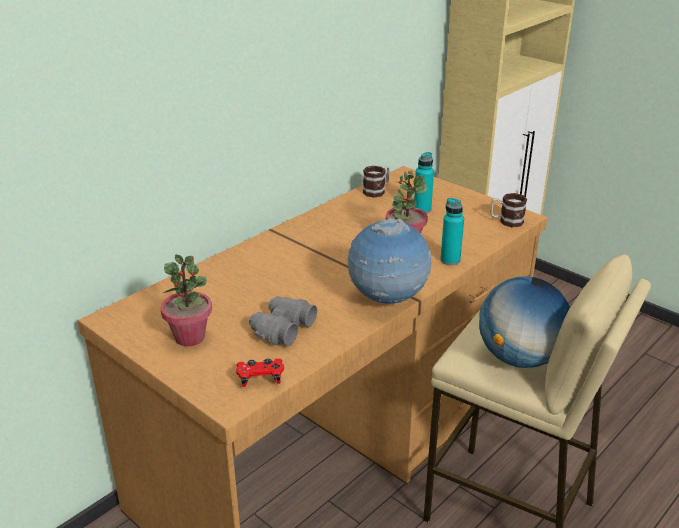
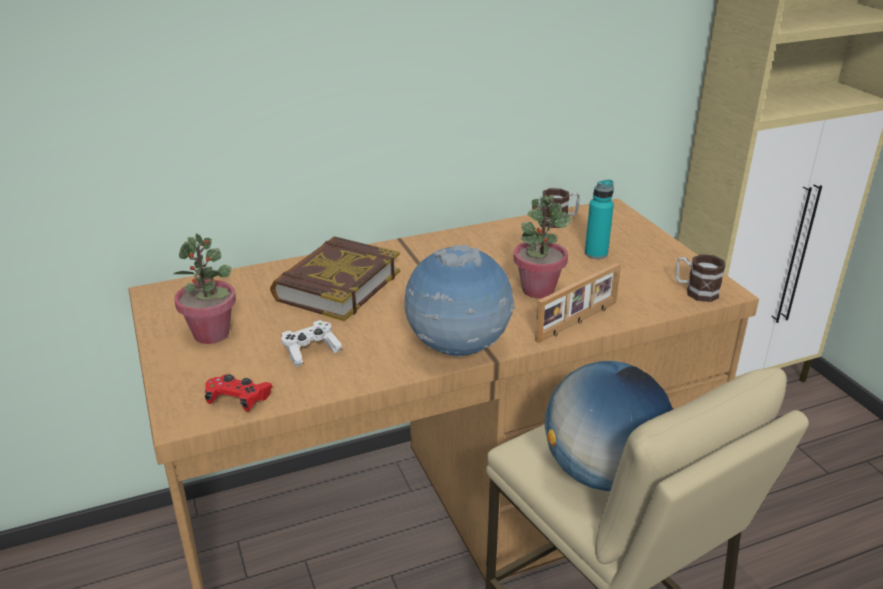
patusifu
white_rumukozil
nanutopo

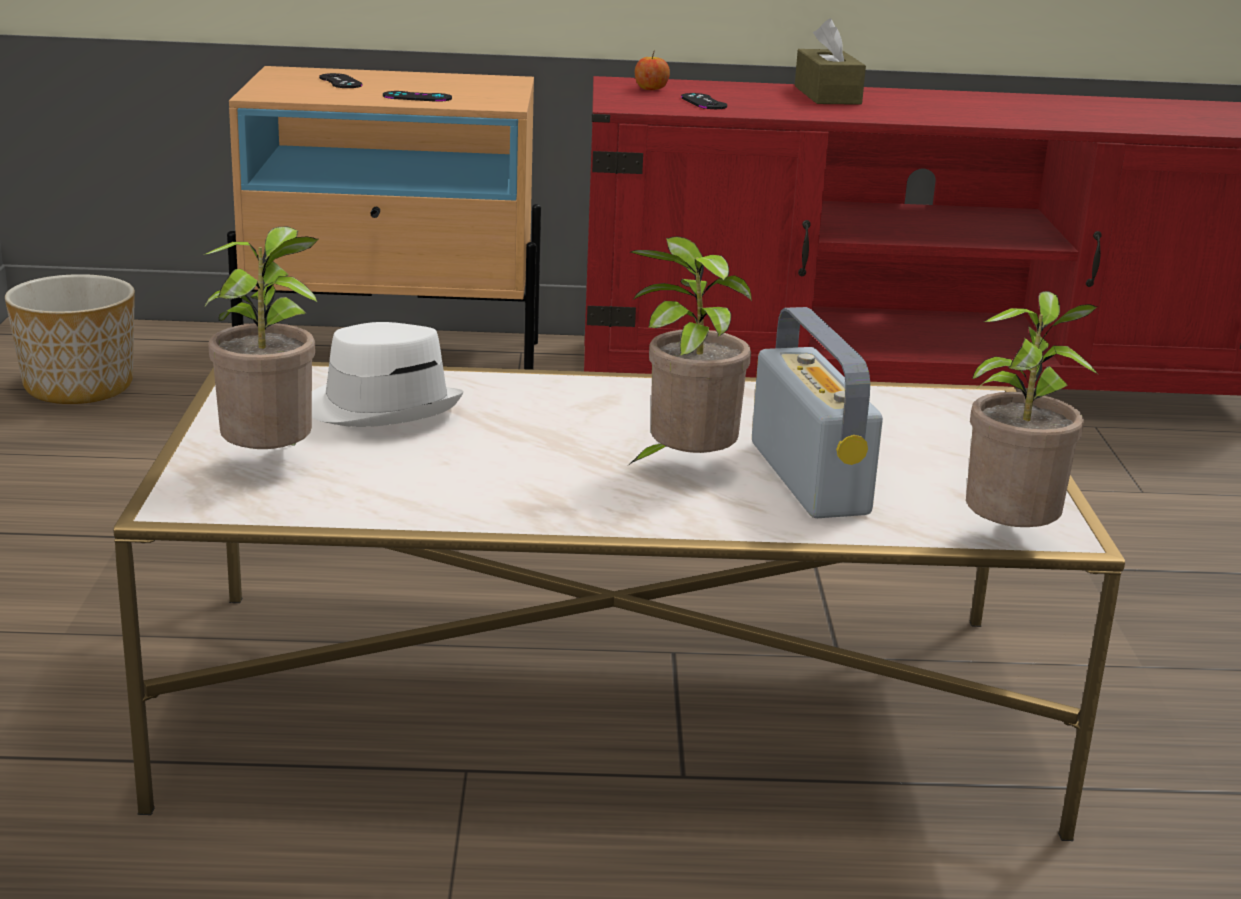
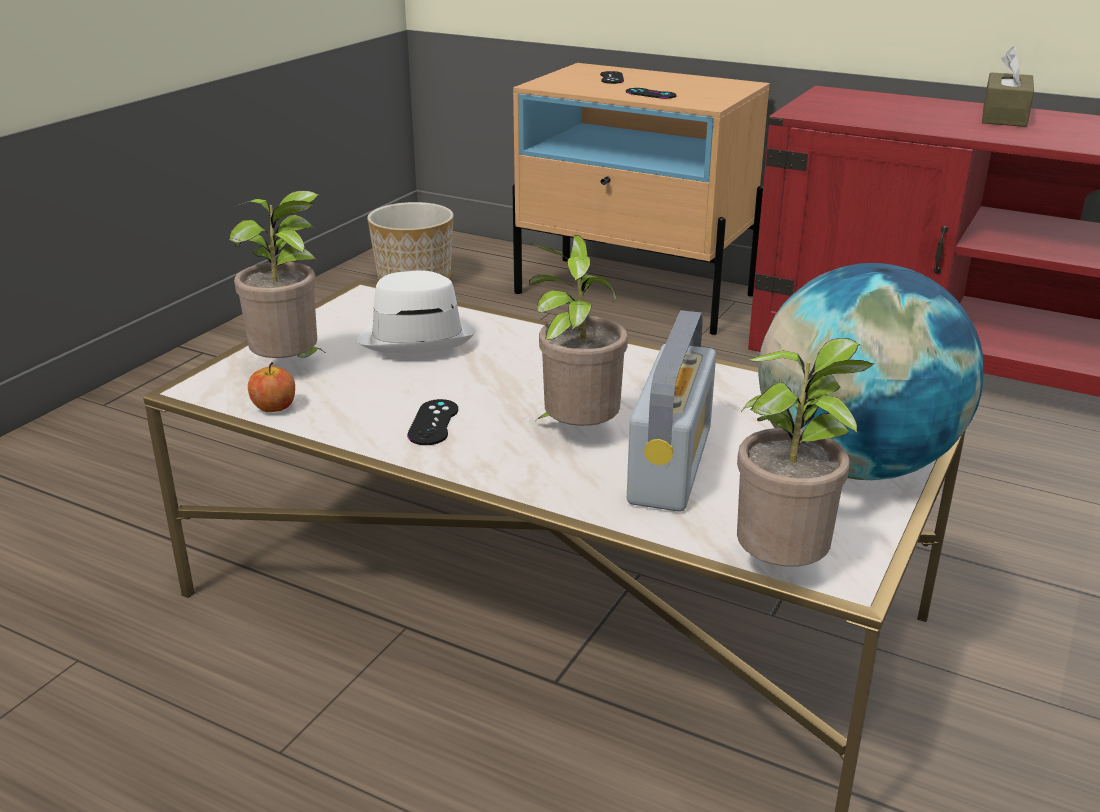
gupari
black_rumukozil (1st from left)
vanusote

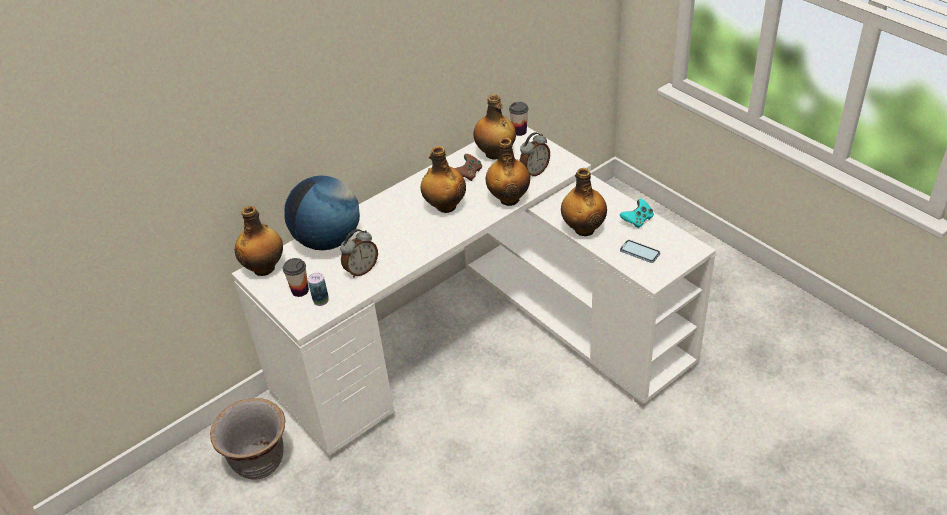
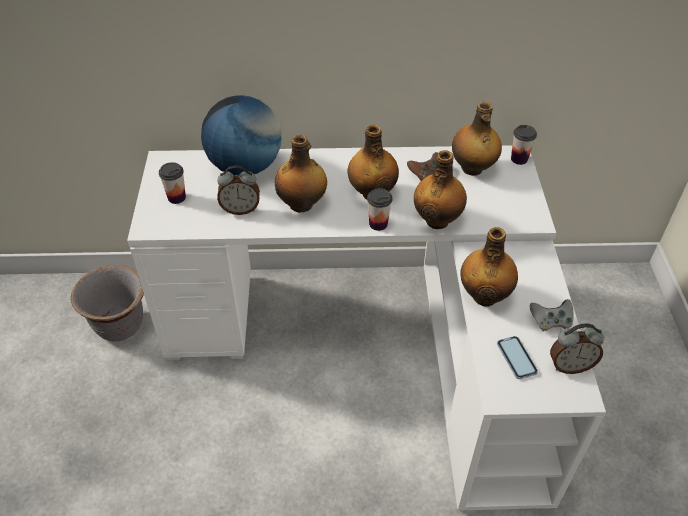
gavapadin (1st from left)
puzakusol (2nd from left)
grey_rumukozil
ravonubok (2nd from left)
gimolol

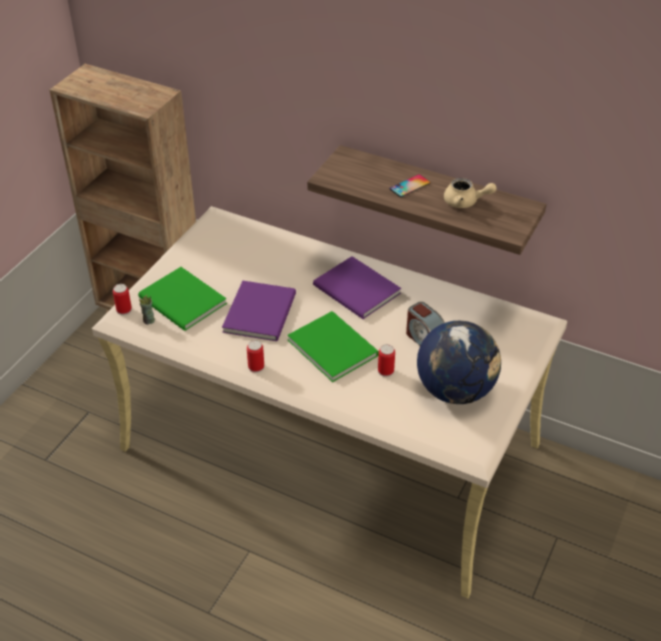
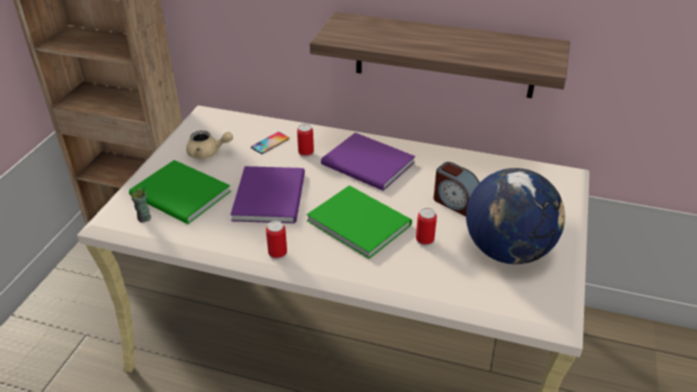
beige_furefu
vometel
gimolol (2nd from left)

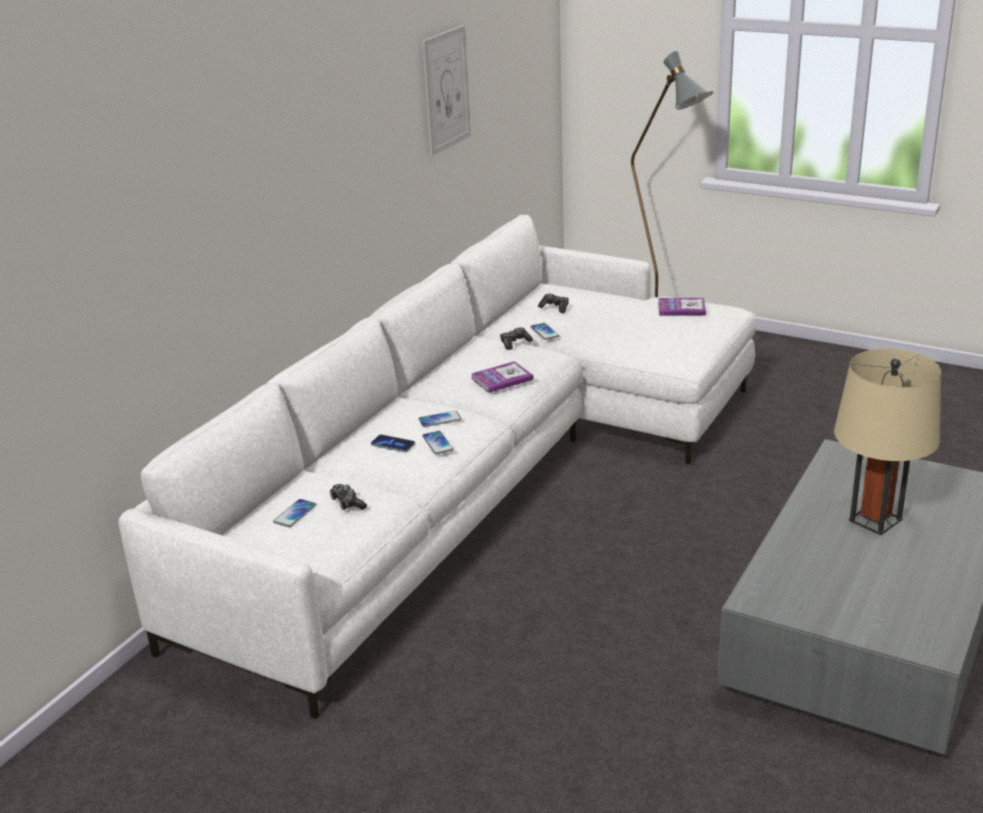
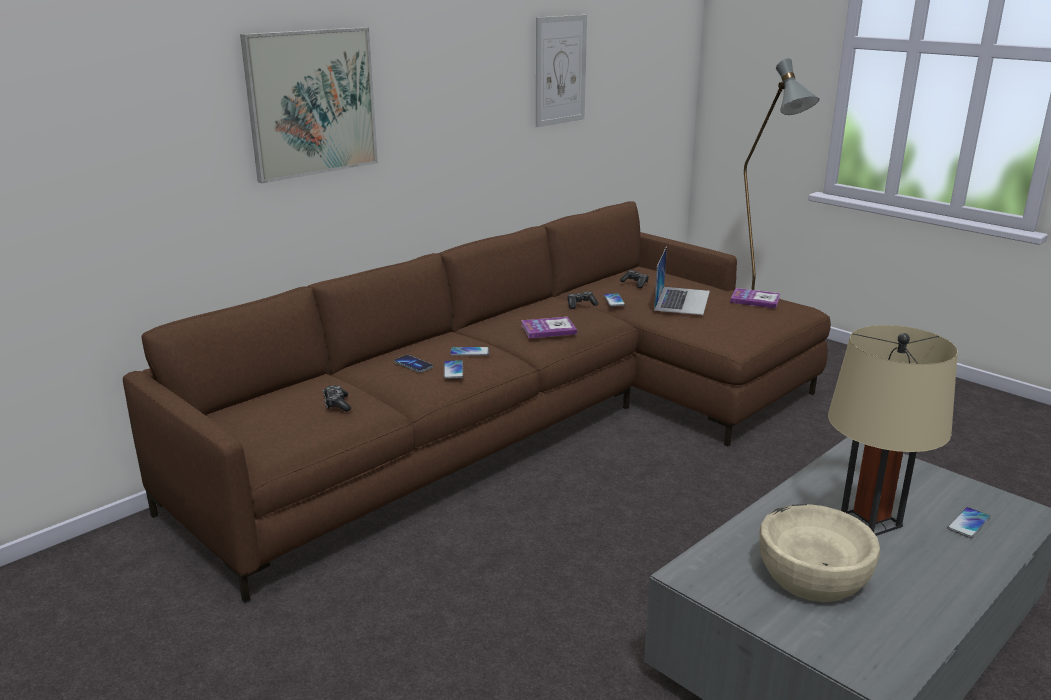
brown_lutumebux
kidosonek (1st from left)
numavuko
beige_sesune
vometel (5th from left)

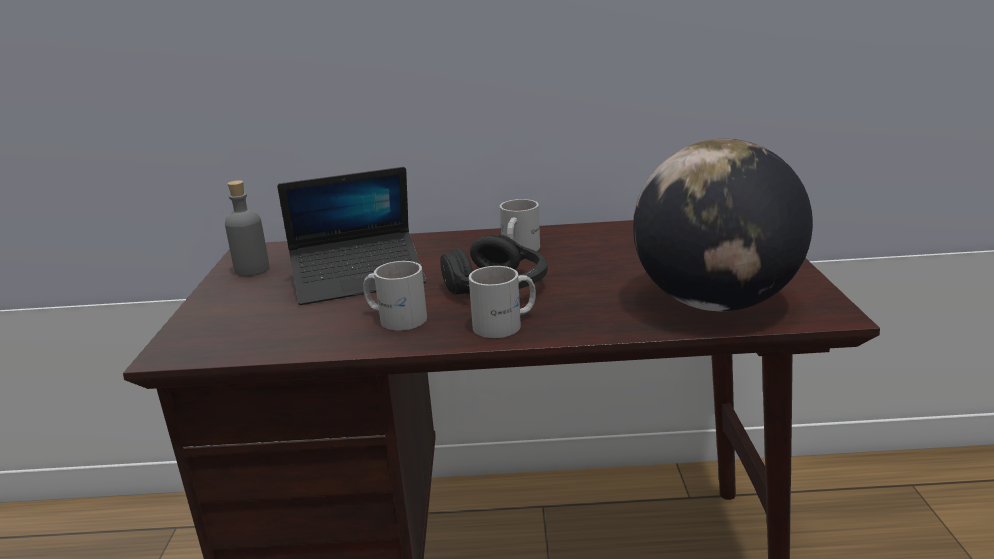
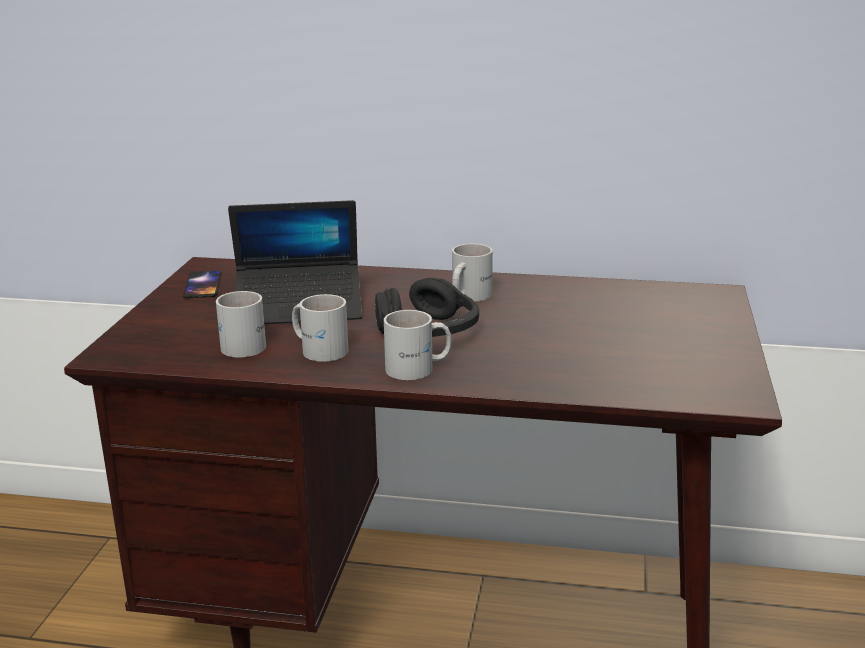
vometel
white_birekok (1st from left)
vanusote

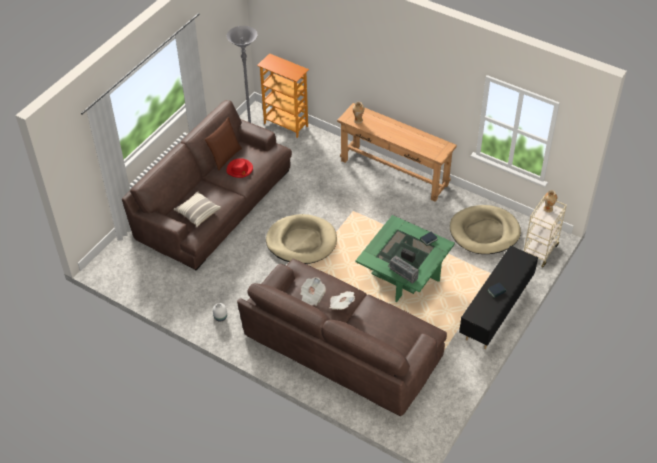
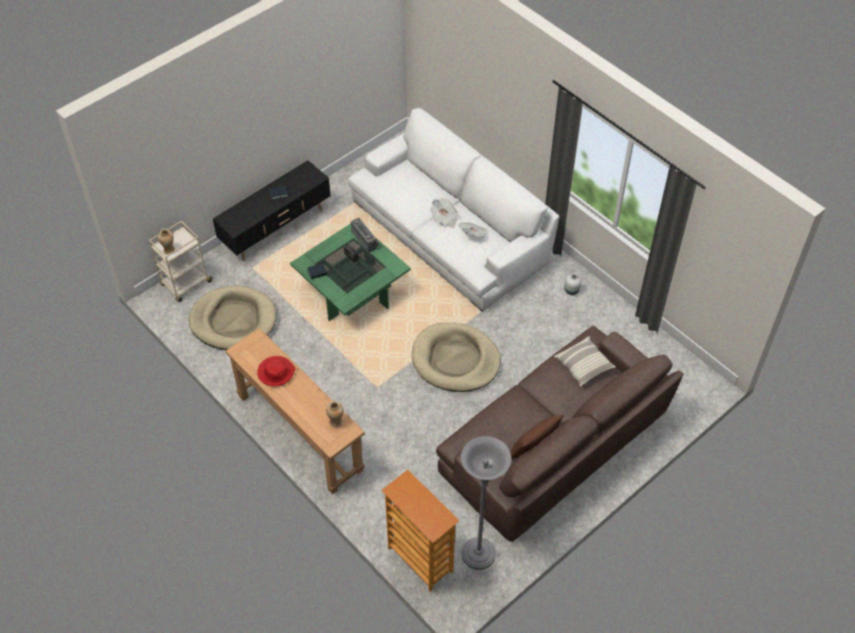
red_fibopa
white_lutumebux

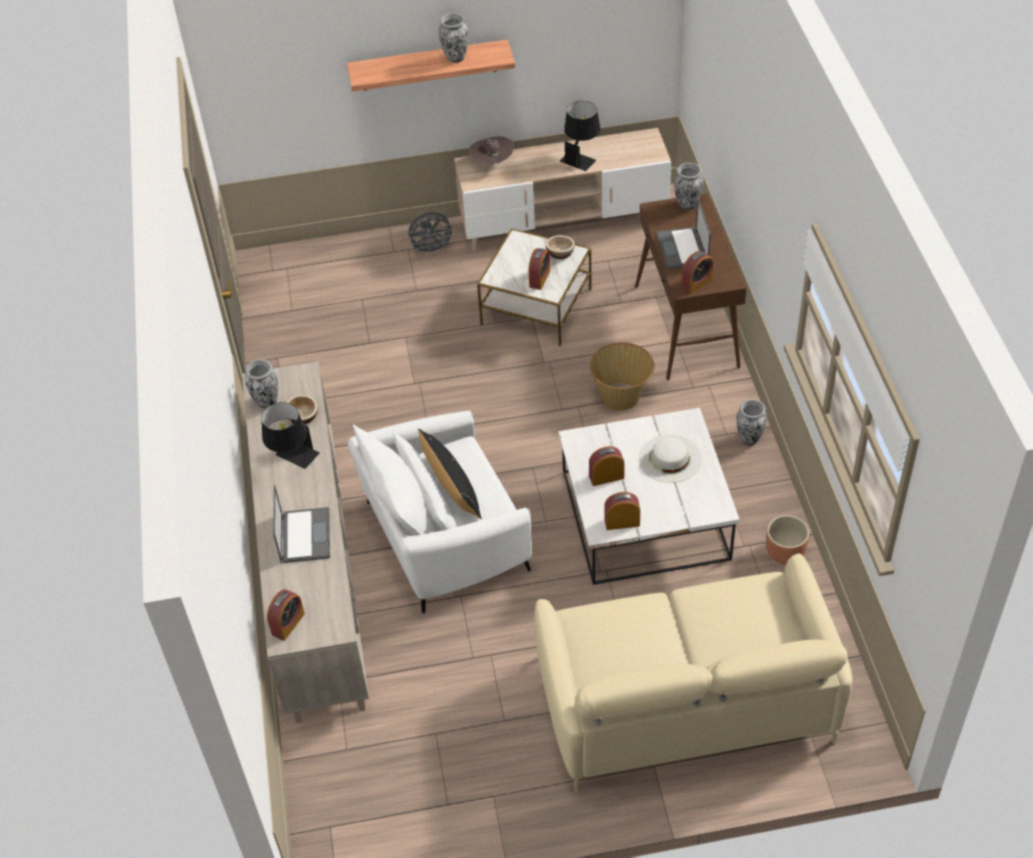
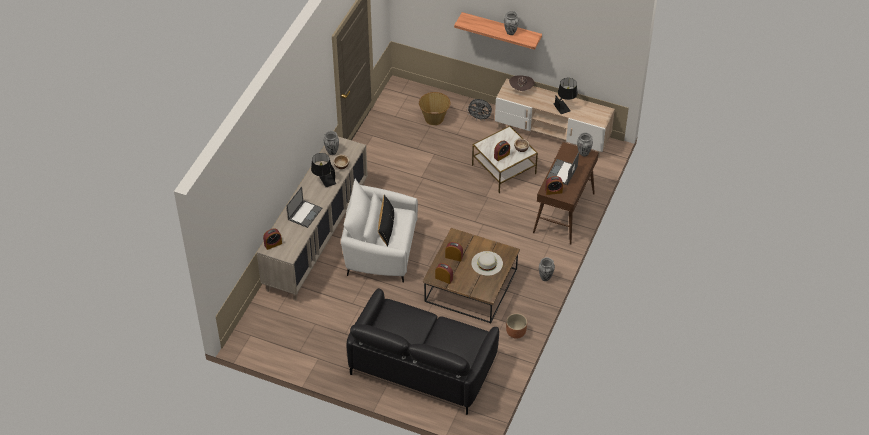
black_lutumebux
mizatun
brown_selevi

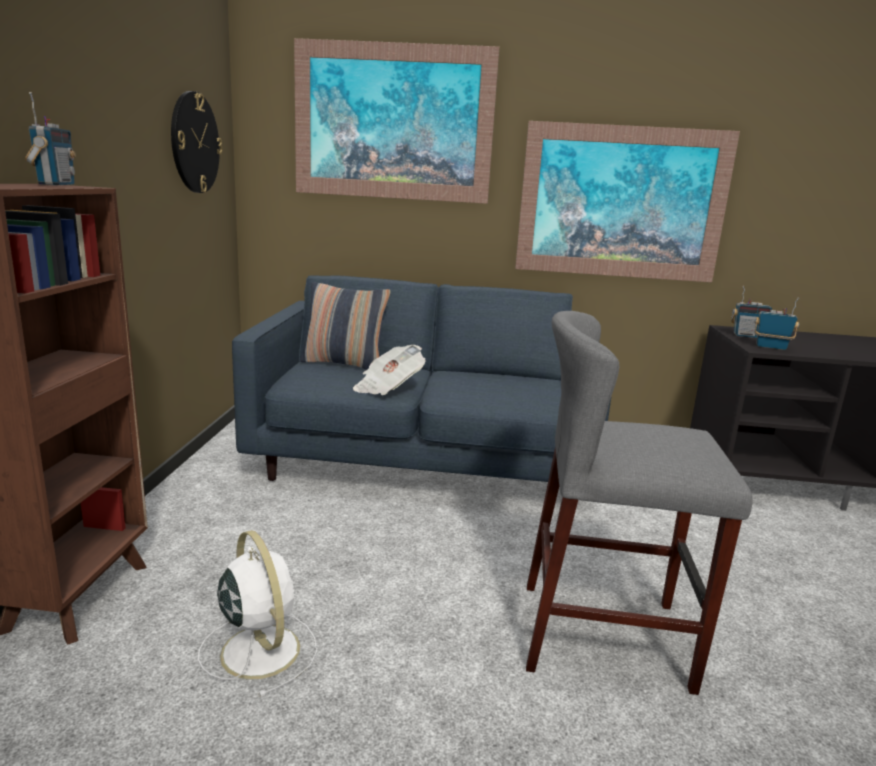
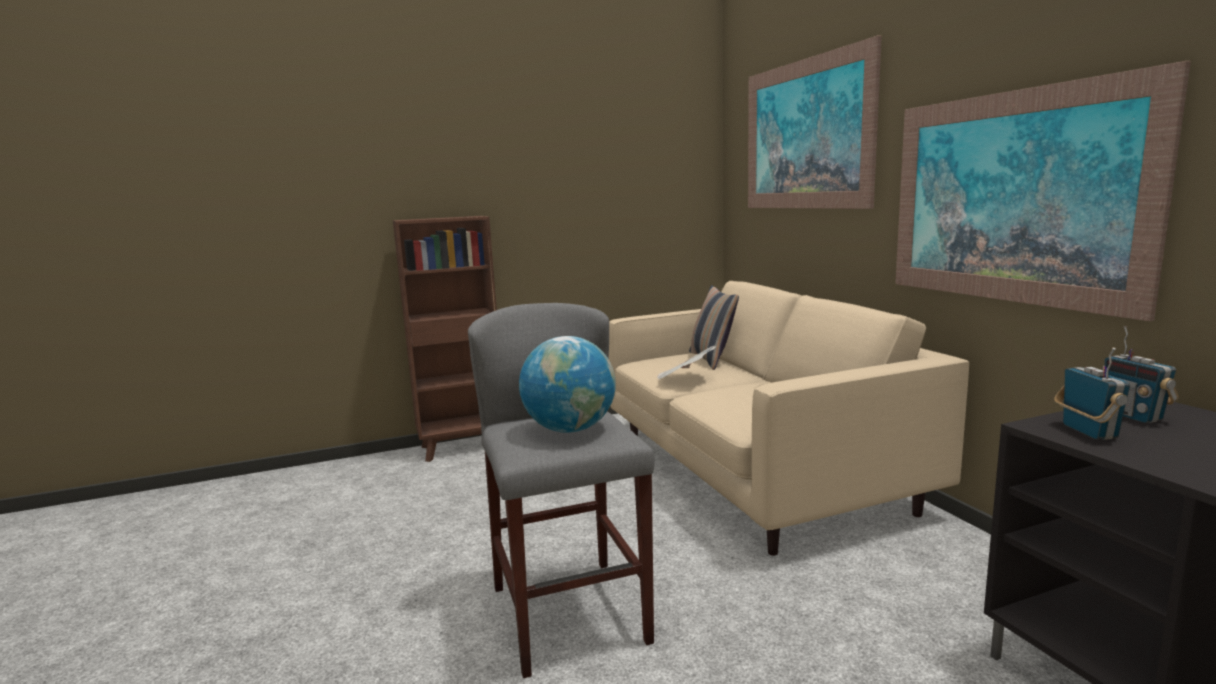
vanusote
beige_lutumebux
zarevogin (1st from left in the first image)
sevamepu
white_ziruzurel

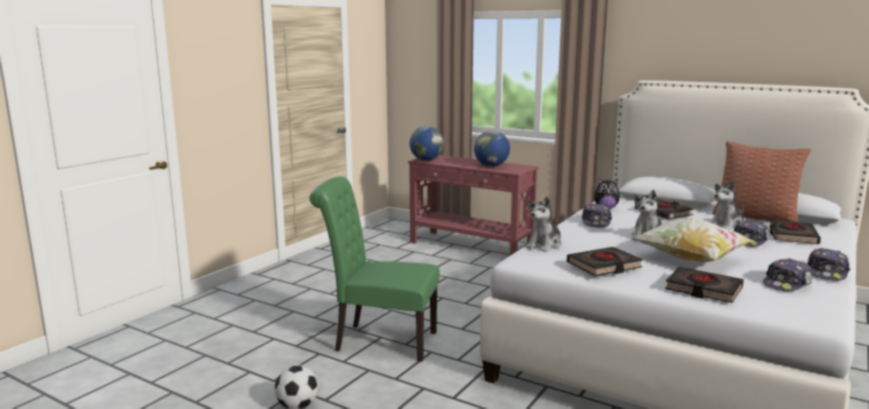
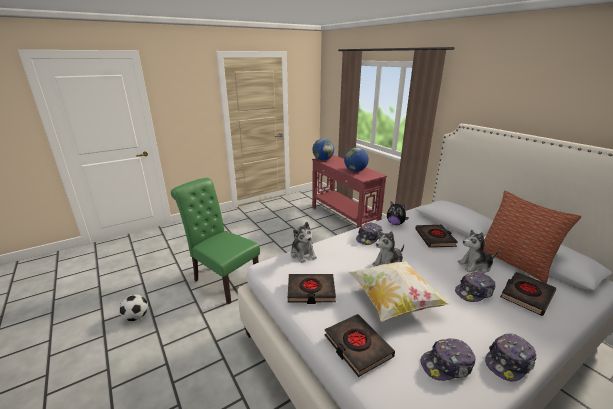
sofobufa (1st from left)

